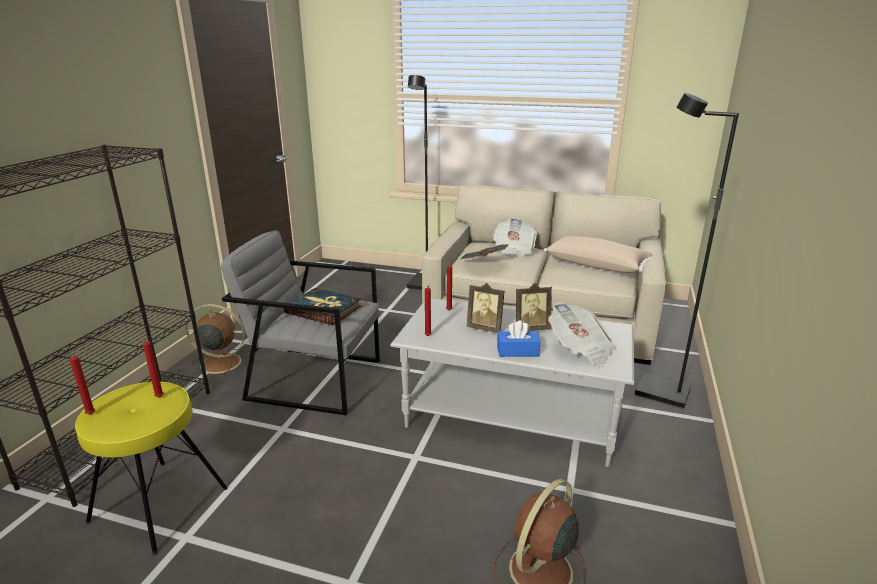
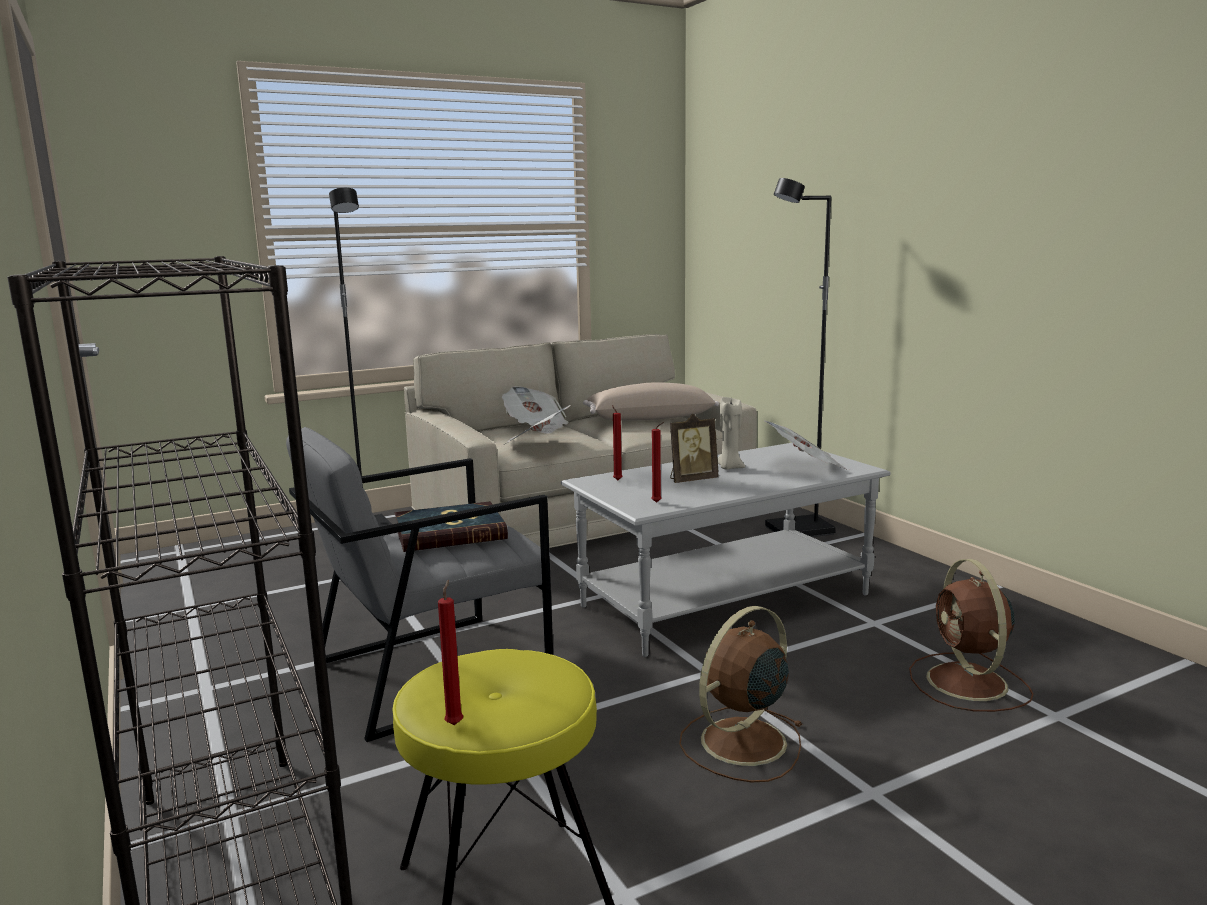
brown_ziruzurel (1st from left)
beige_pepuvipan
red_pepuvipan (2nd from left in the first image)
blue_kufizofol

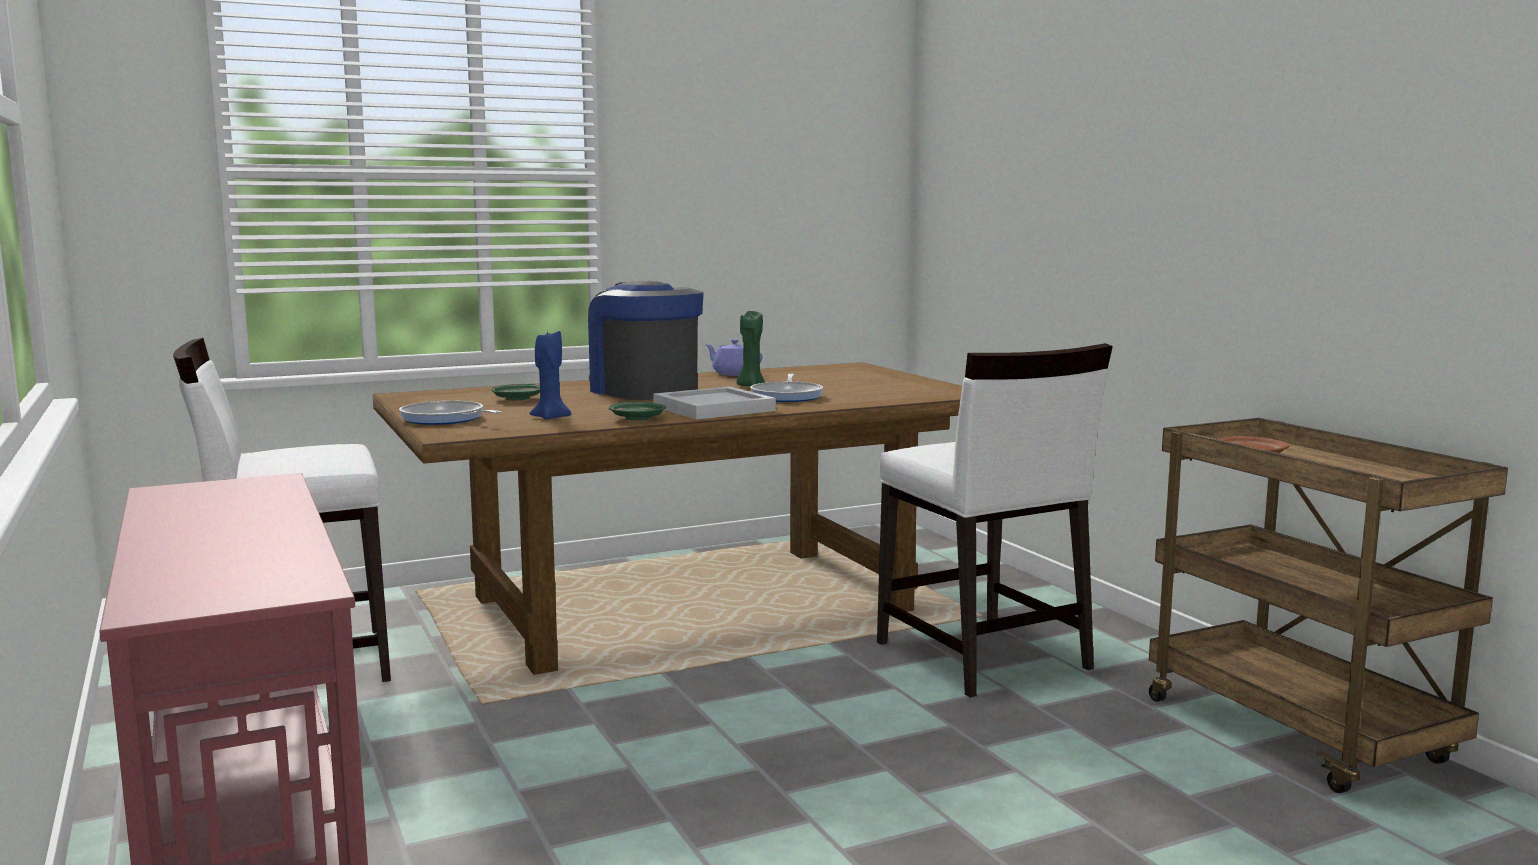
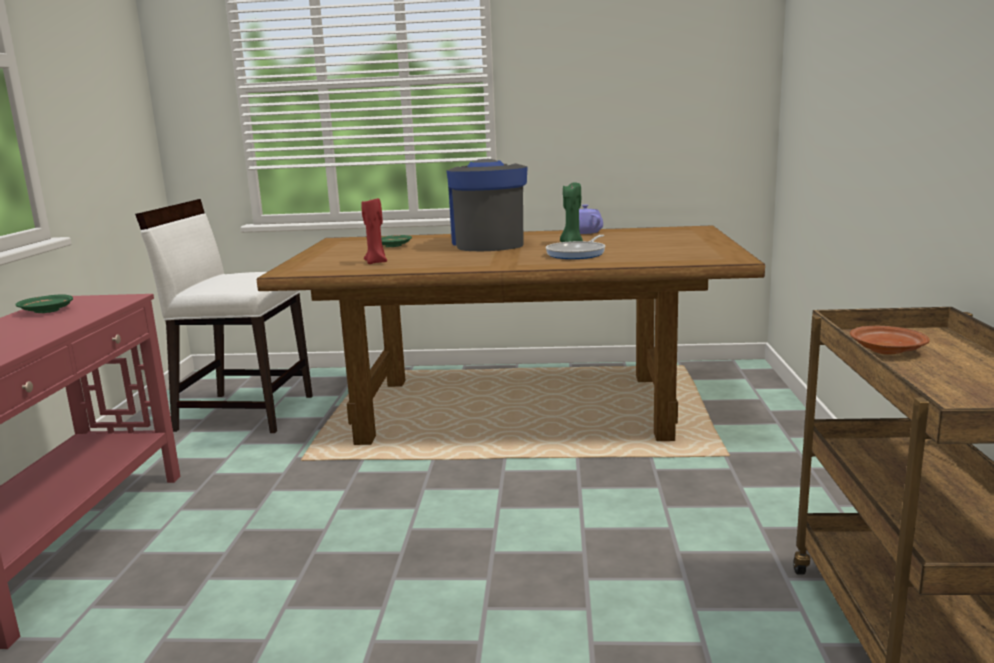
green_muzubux (1st from left)
red_pepuvipan
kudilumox (1st from left in the first image)
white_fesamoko
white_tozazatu (2nd from left in the first image)

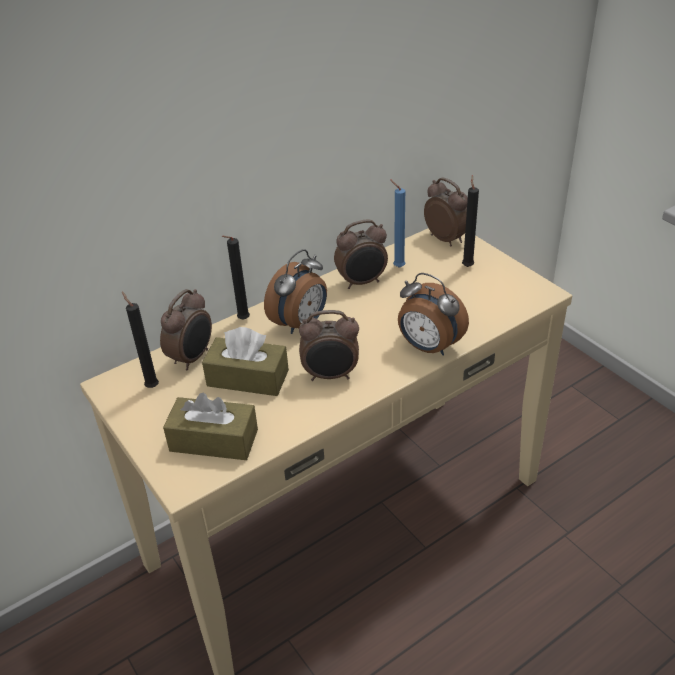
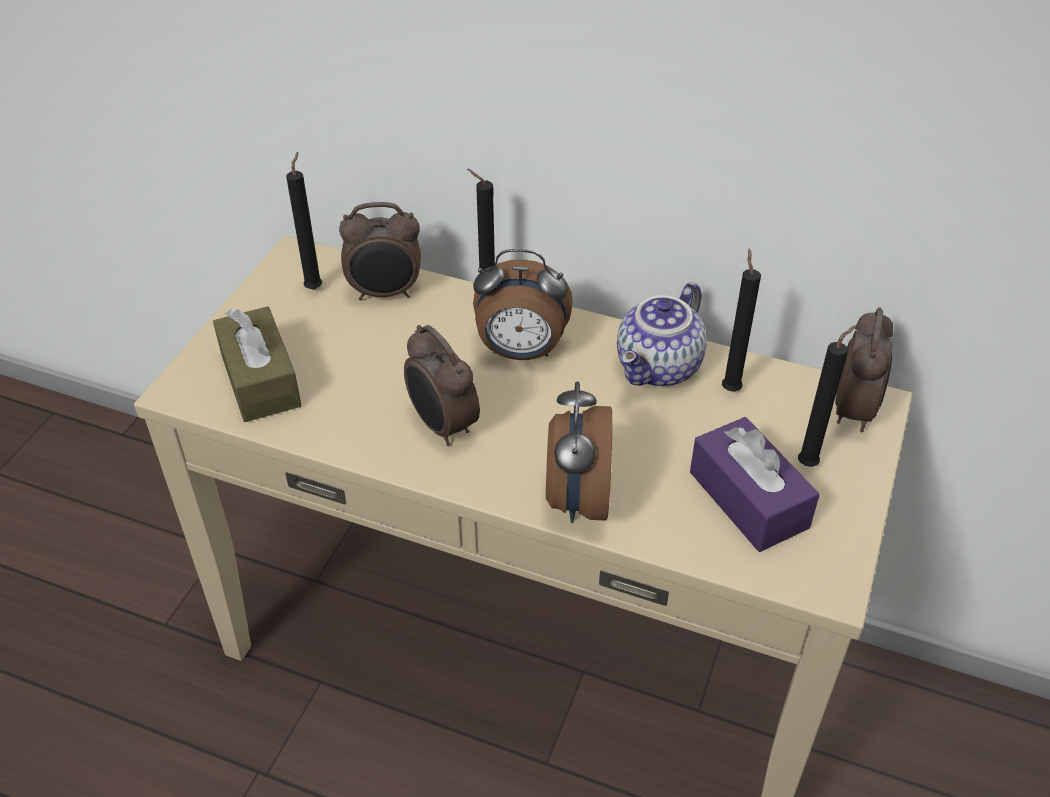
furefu
purple_kufizofol
black_pepuvipan (3rd from left)
brown_kufizofol (2nd from left in the first image)

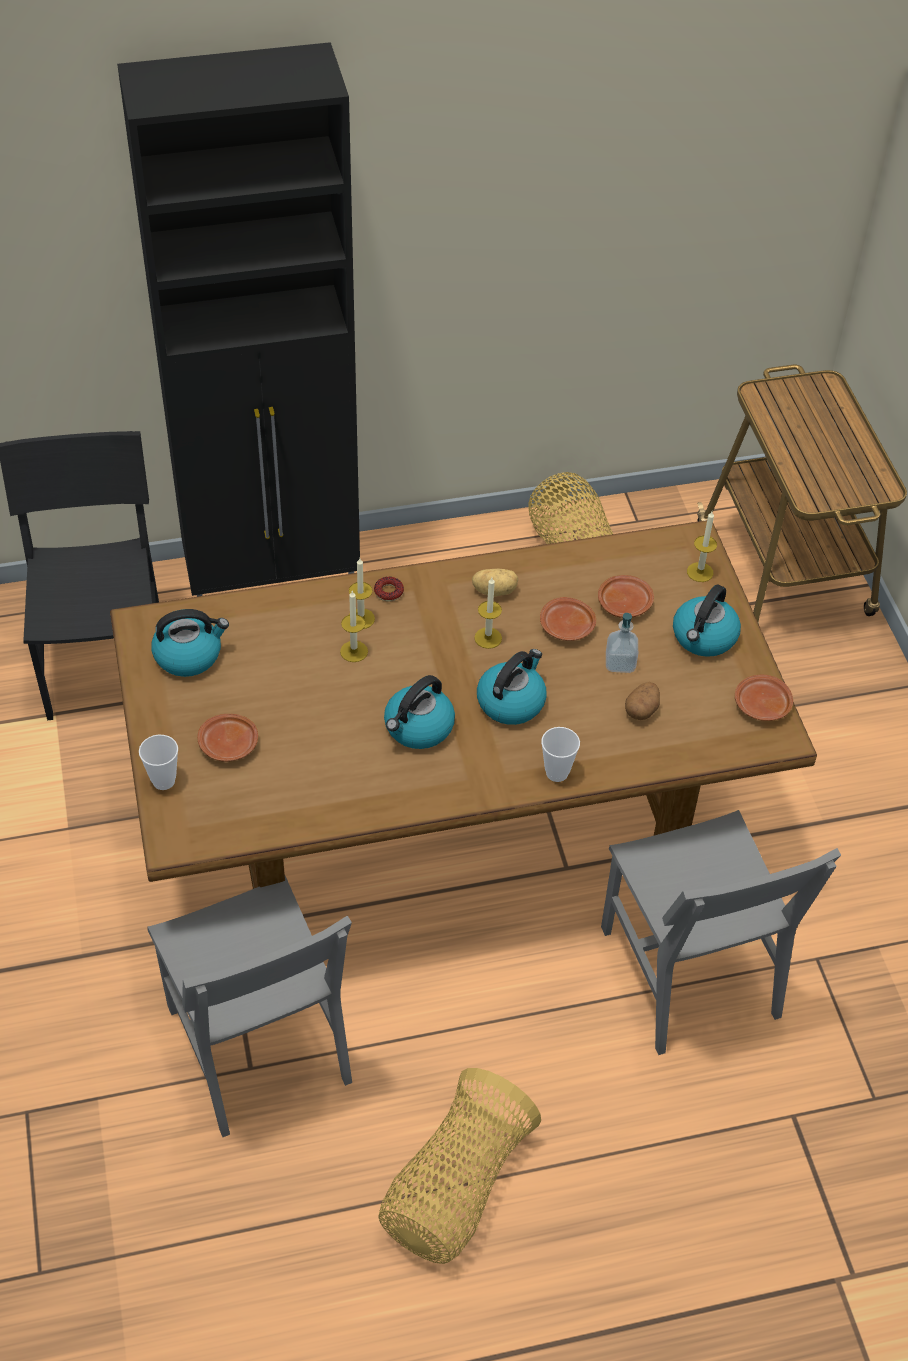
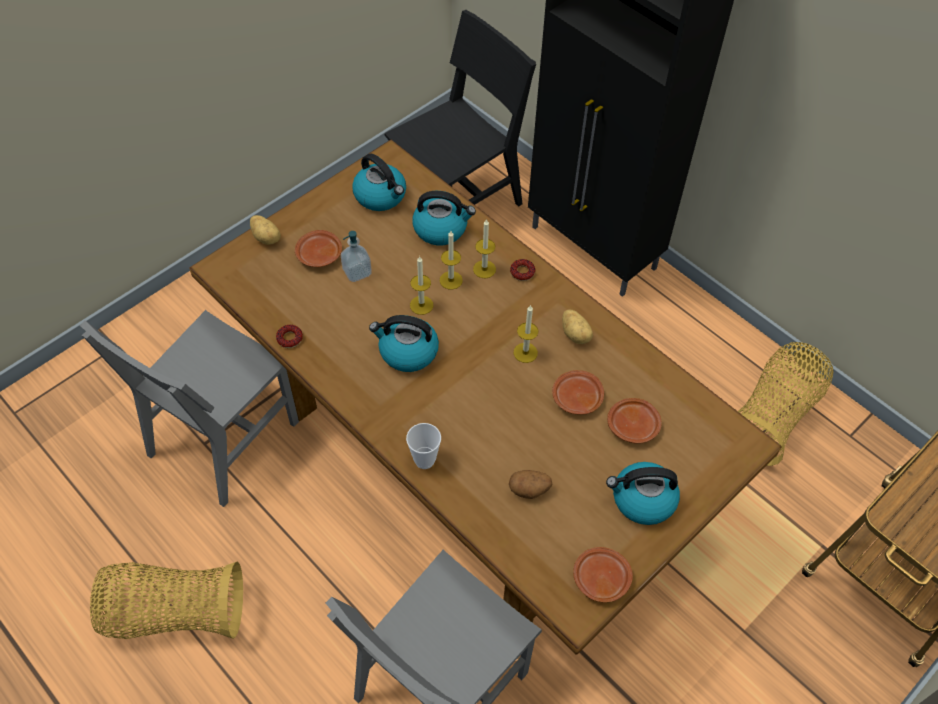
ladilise (1st from left)
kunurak (1st from left)
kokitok
pepuvipan (1st from left)
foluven (3rd from left)

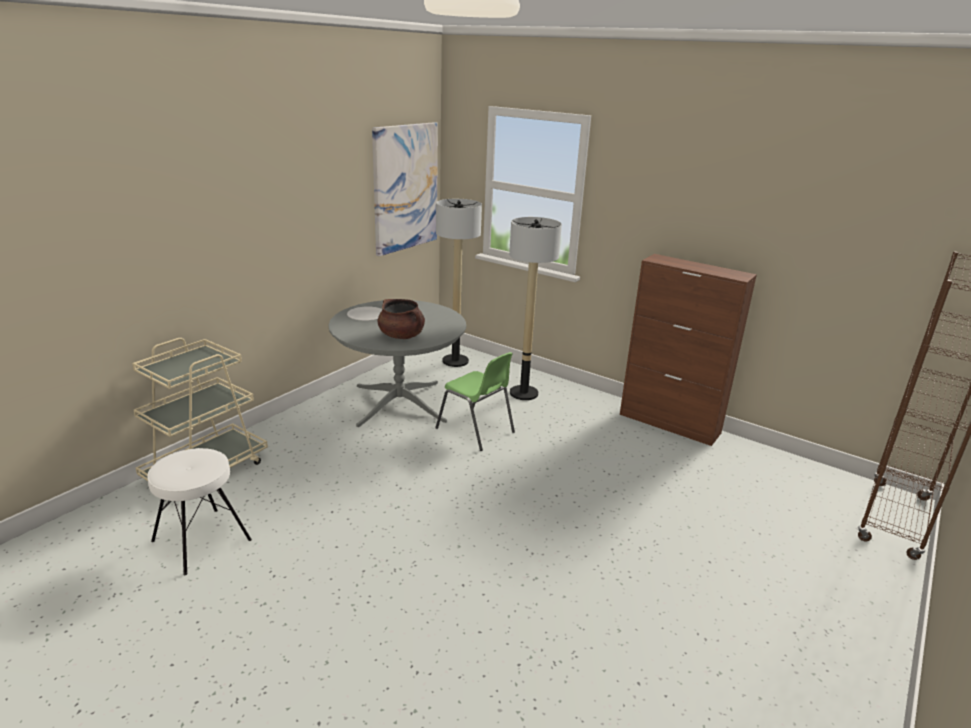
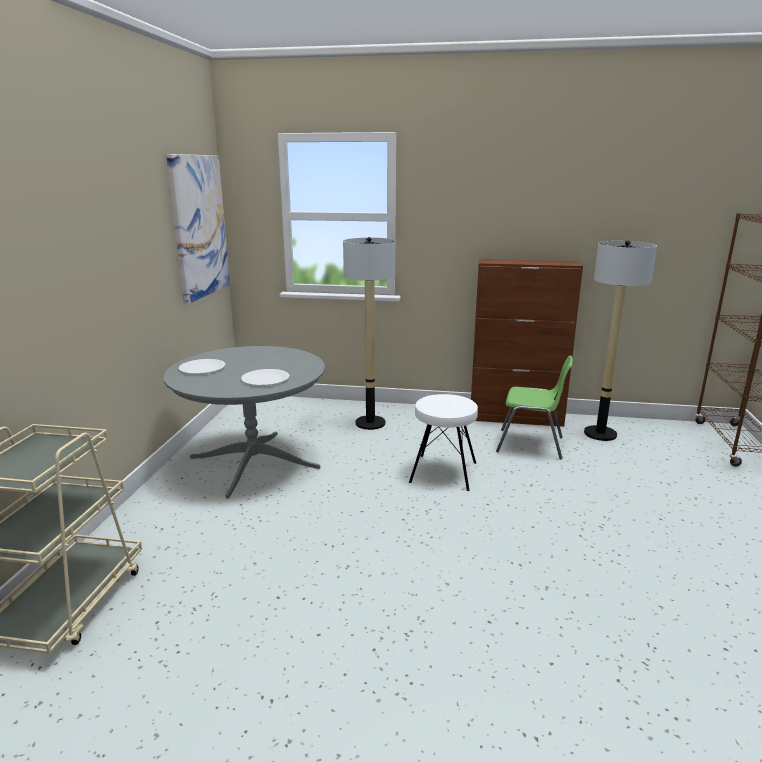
white_muzubux (2nd from left)
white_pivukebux
green_tozazatu
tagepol (2nd from left)

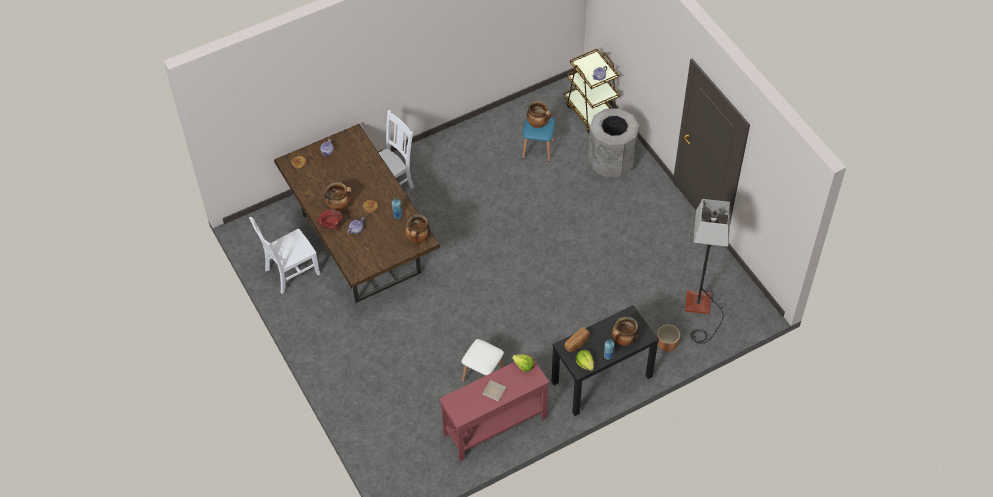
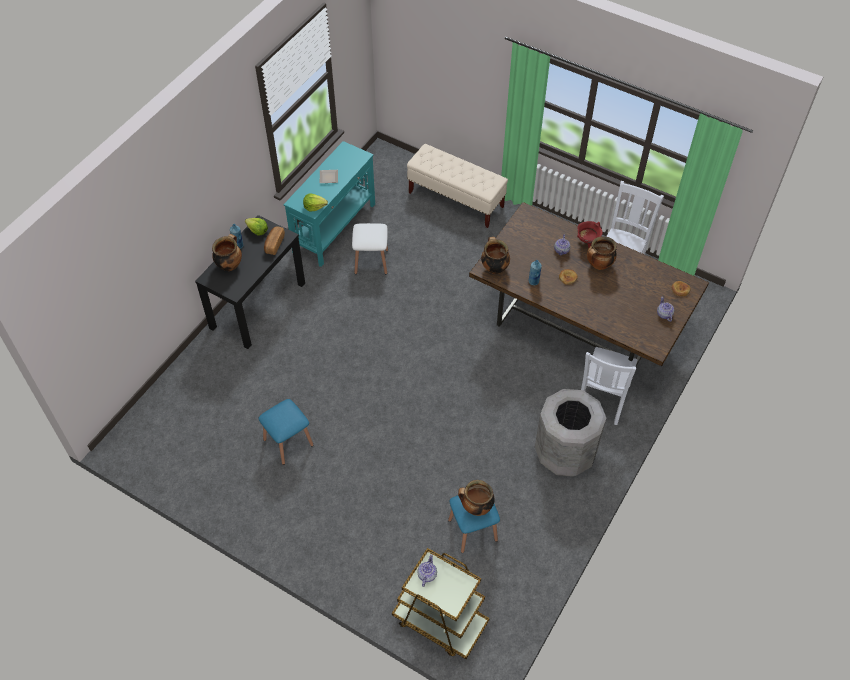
blue_pivukebux (1st from left)
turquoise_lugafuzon
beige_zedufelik
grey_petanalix
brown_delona
tagepol

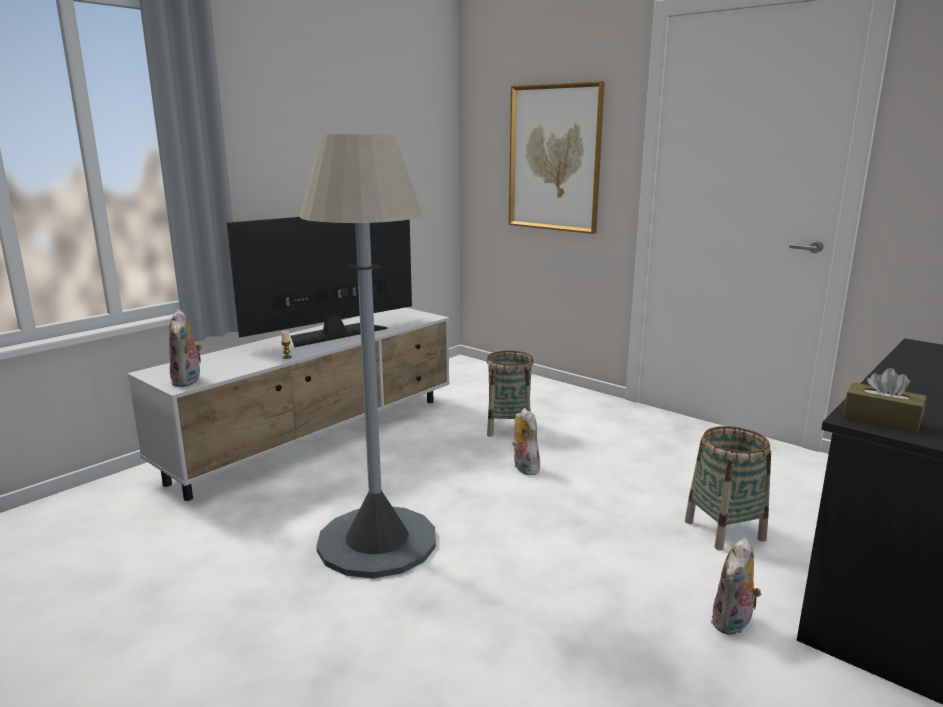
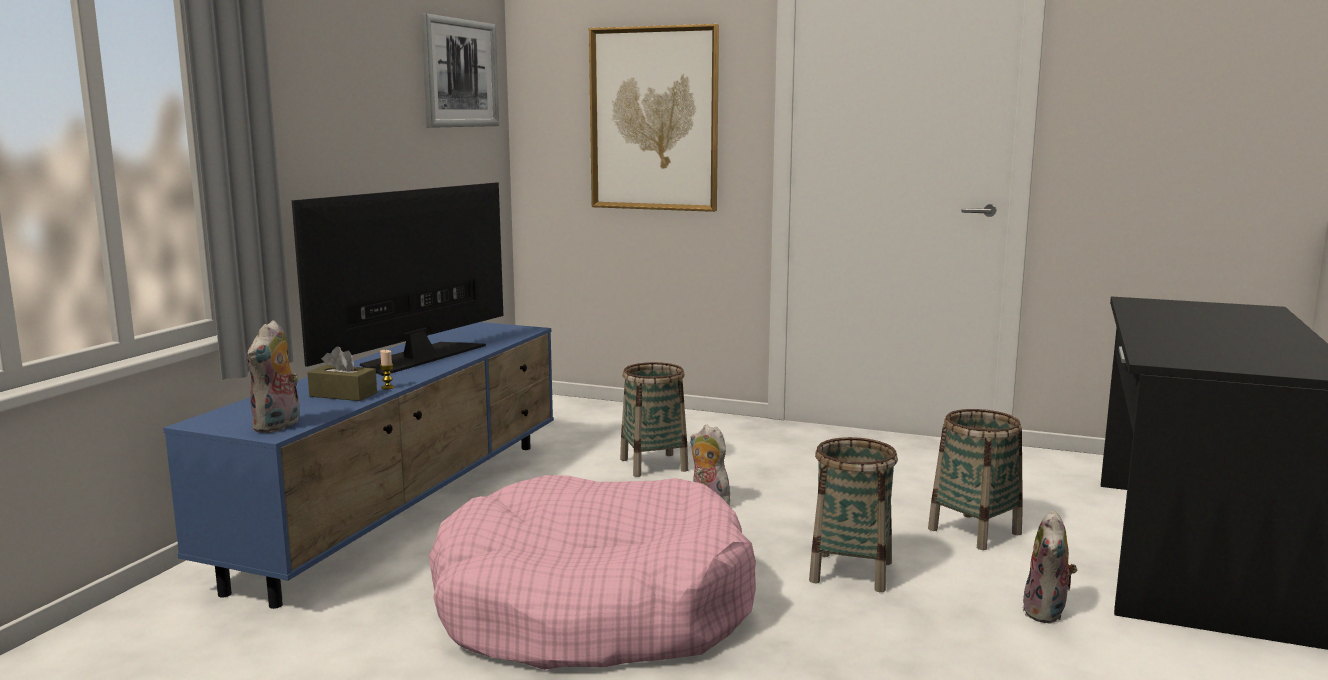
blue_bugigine
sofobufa (1st from left)
brown_kufizofol
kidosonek (1st from left)
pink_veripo
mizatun (2nd from left)

